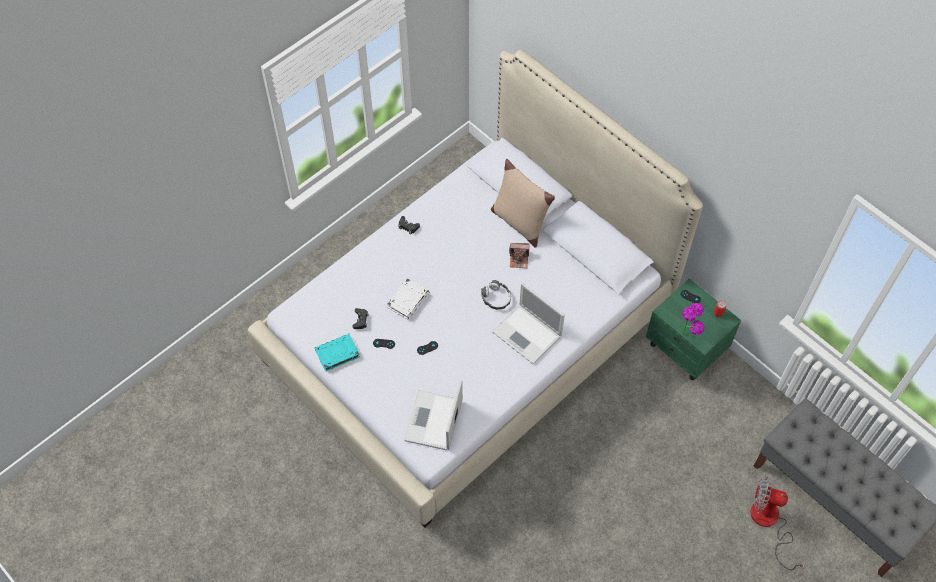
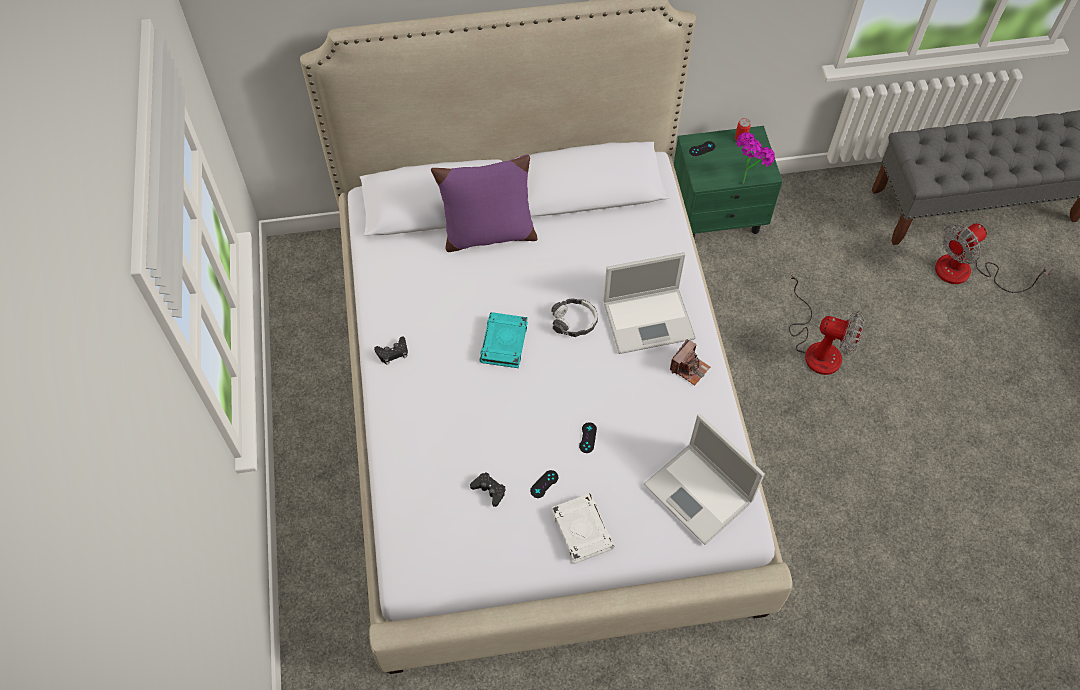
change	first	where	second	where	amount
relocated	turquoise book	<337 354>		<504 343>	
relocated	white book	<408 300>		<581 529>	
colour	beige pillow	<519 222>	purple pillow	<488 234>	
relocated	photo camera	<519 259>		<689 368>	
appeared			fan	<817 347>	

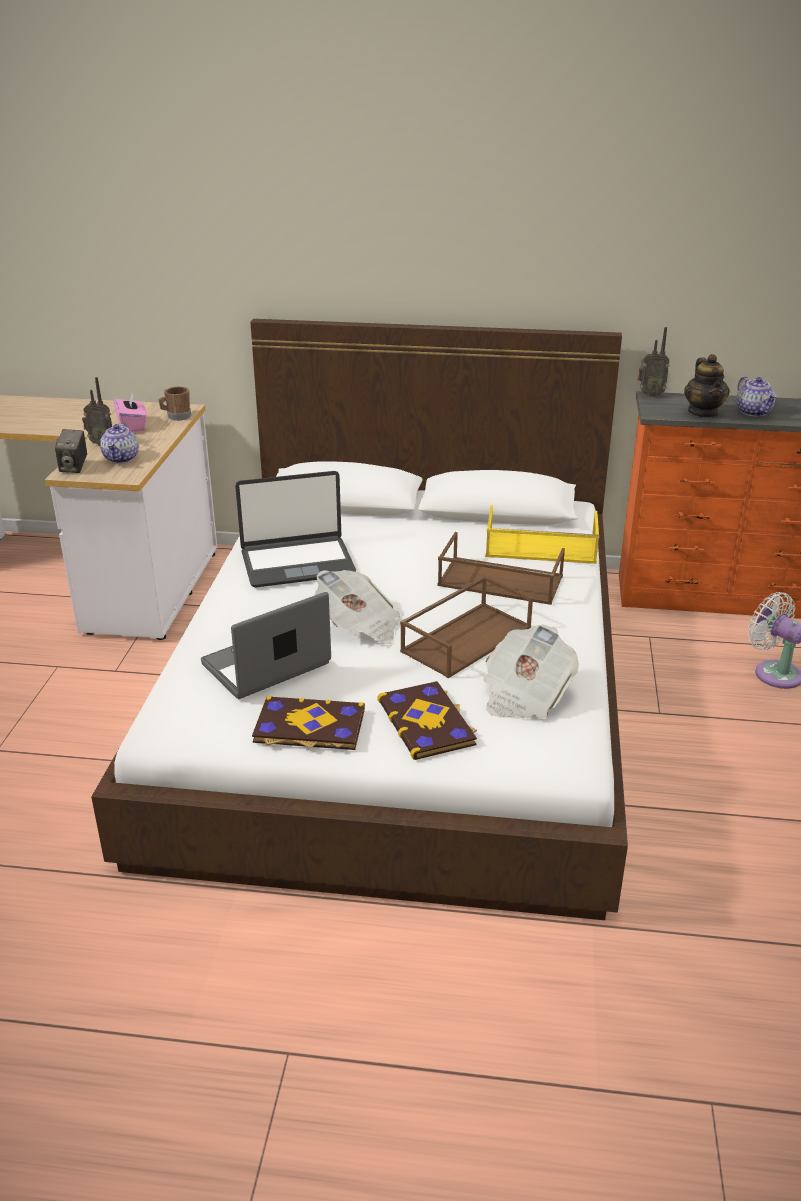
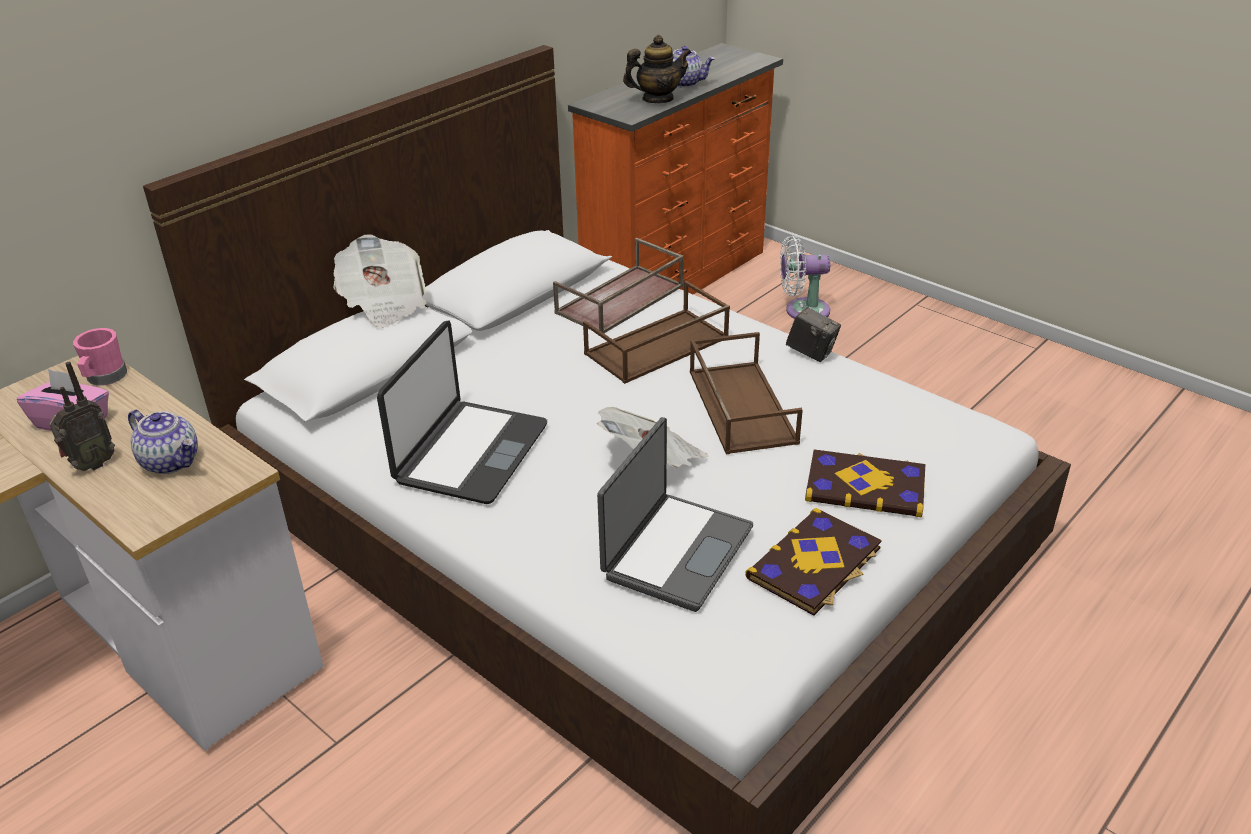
change	first	where	second	where	amount
relocated	photo camera	<74 468>		<811 353>	
colour	brown mug	<176 417>	pink mug	<104 378>	
spun	laptop	<267 666>		<675 551>	150 degrees counterclockwise
relocated	newspaper	<524 695>		<383 303>	
colour	yellow tray	<539 547>	brown tray	<620 300>	
missing	radio	<649 394>			
spun	teapot	<703 413>		<657 99>	45 degrees counterclockwise

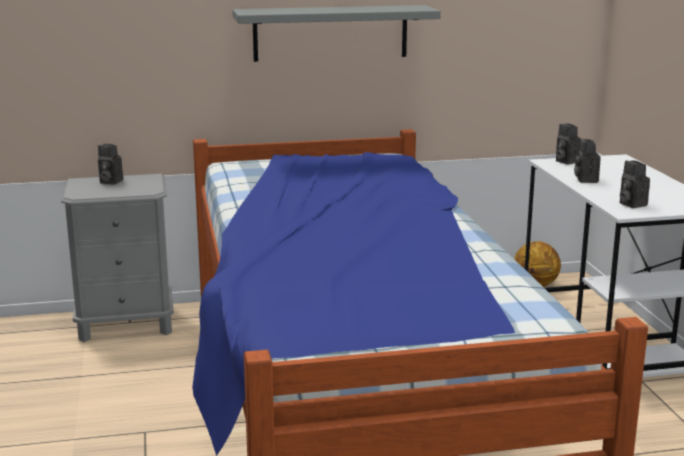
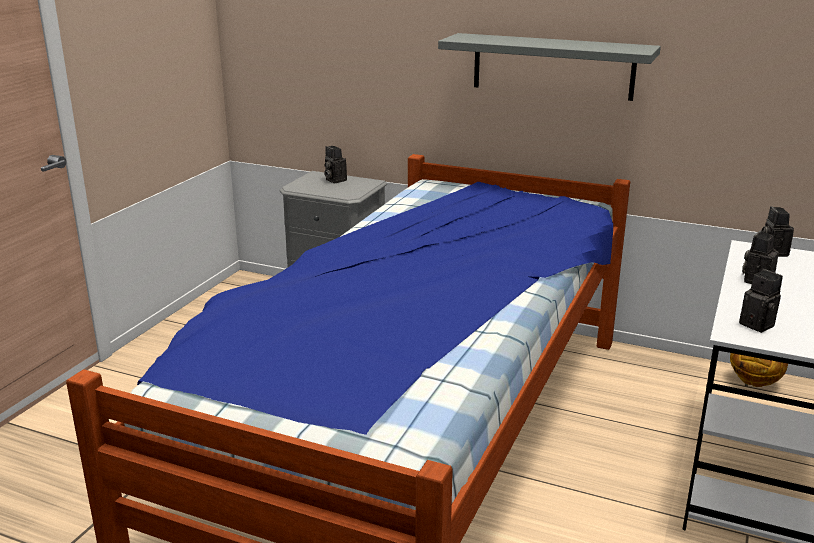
change	first	where	second	where	amount
spun	photo camera	<630 204>		<759 325>	135 degrees clockwise

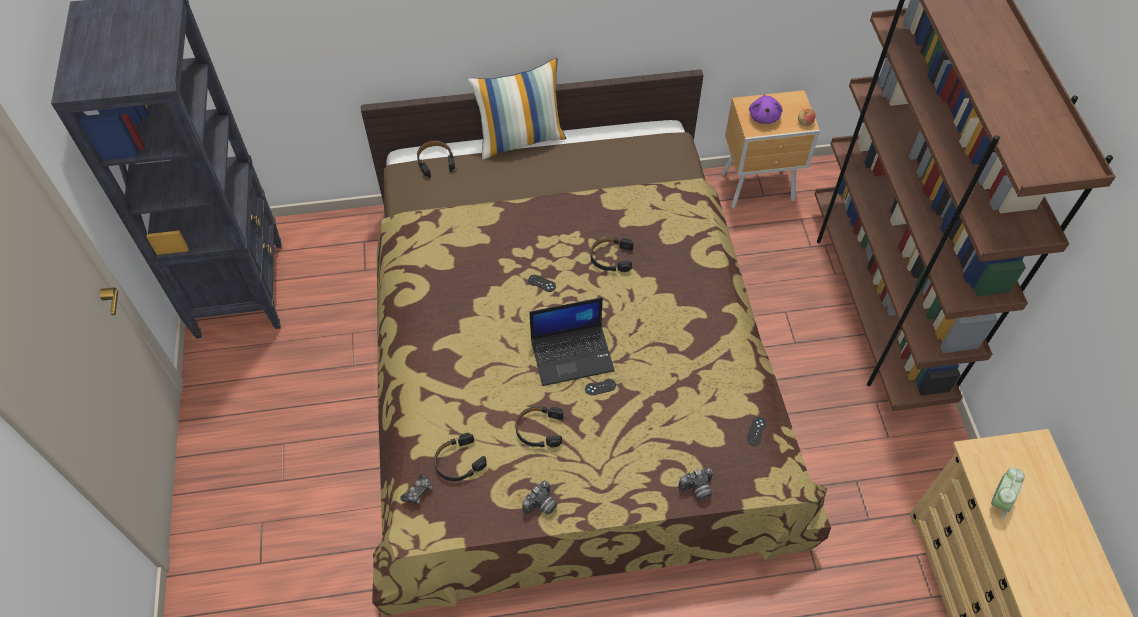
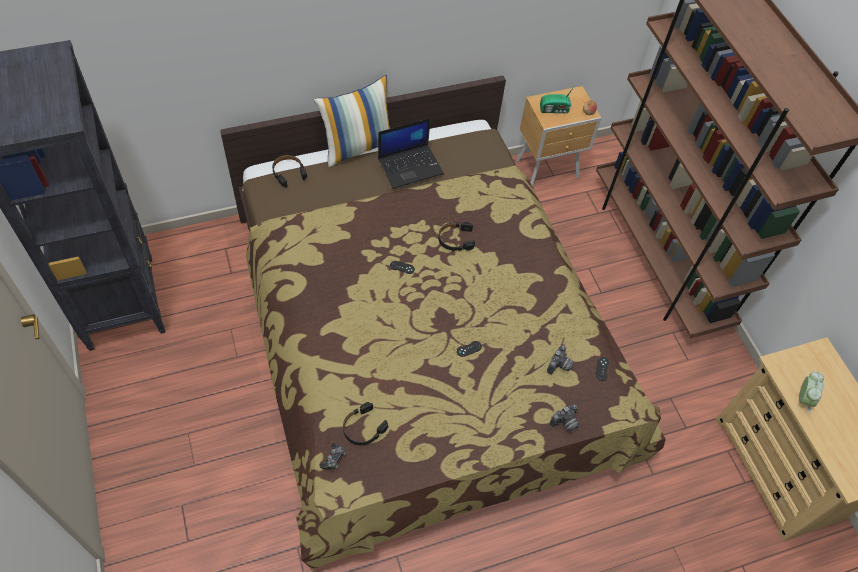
change	first	where	second	where	amount
missing	black headphones	<539 429>			
relocated	photo camera	<541 506>		<560 366>	
relocated	laptop	<572 354>		<410 166>	
exchanged	purple plush toy	<764 116>	radio	<555 110>	

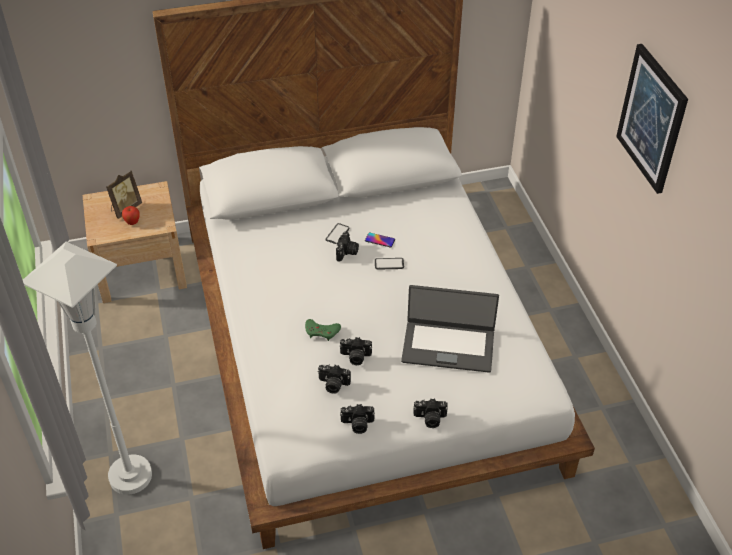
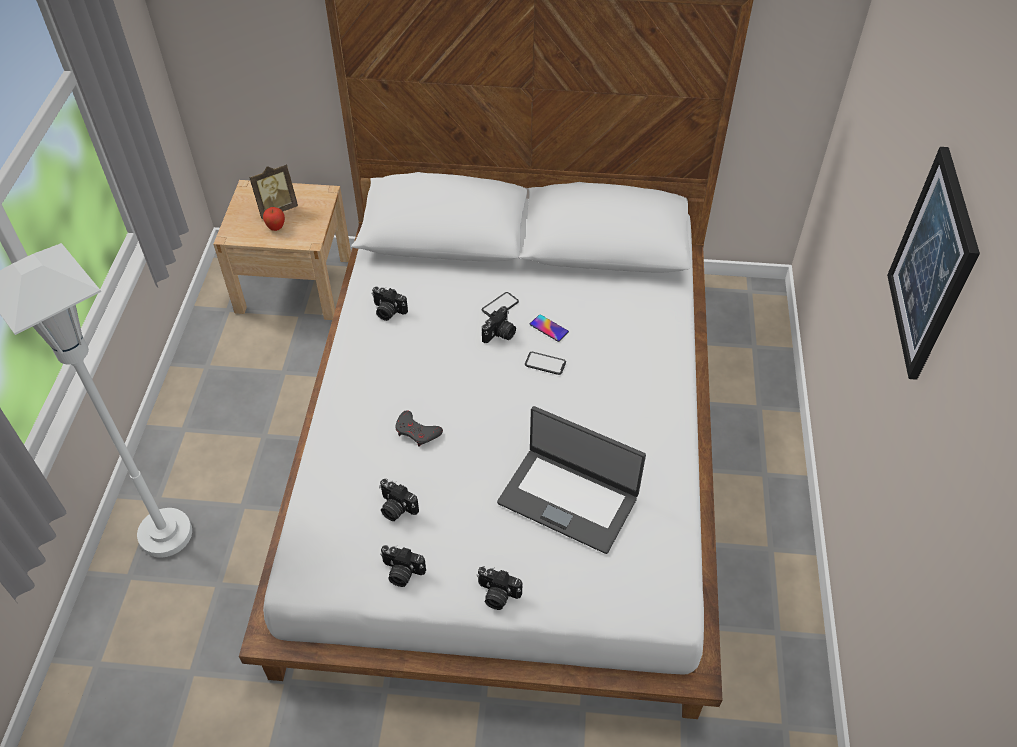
change	first	where	second	where	amount
colour	green game controller	<322 332>	grey game controller	<417 432>	
relocated	photo camera	<355 357>		<388 311>	

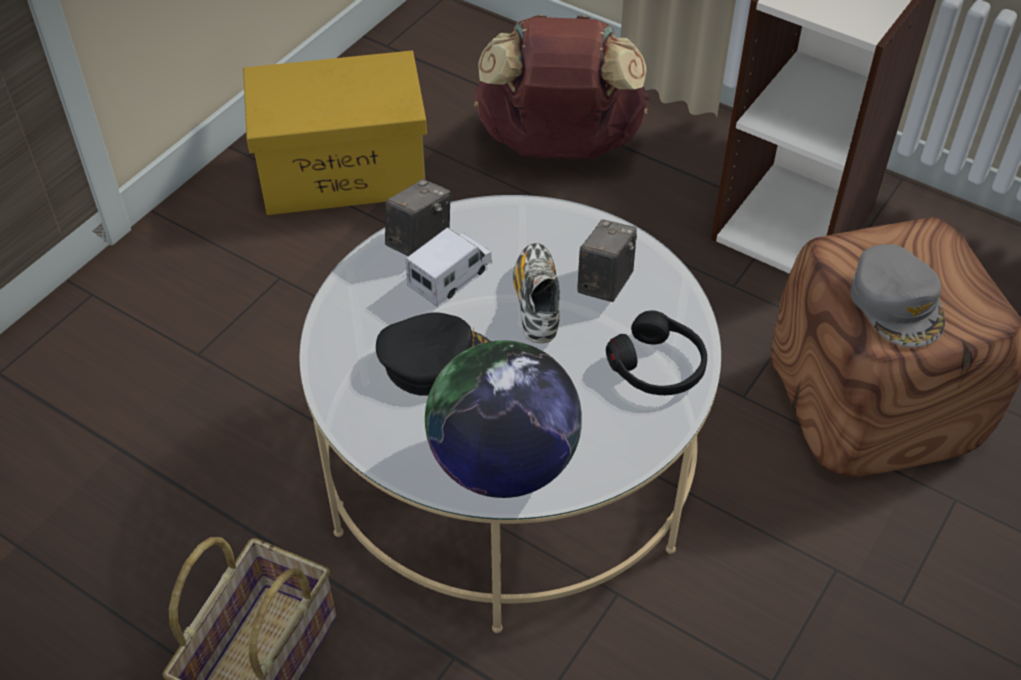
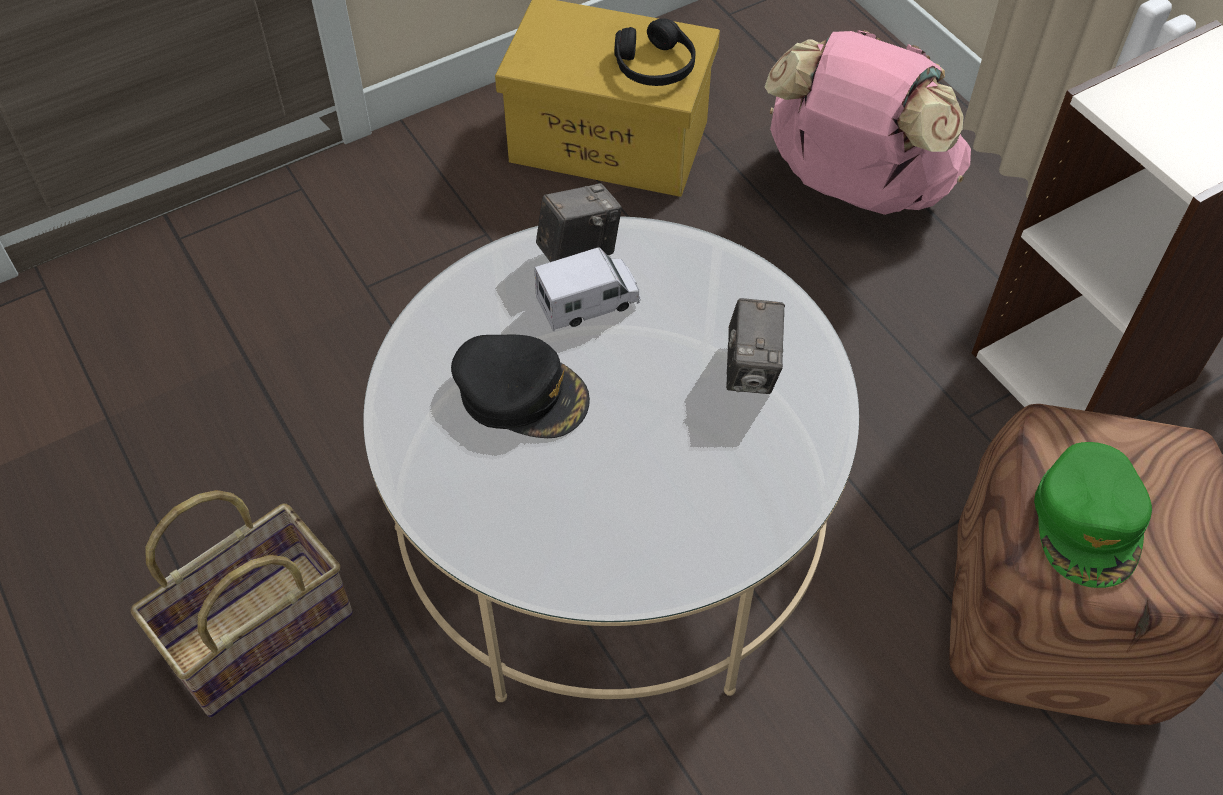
change	first	where	second	where	amount
missing	globe	<503 464>			
colour	brown backpack	<559 147>	pink backpack	<855 187>	
missing	shoe	<537 302>			
spun	photo camera	<605 282>		<751 370>	135 degrees clockwise
relocated	black headphones	<658 366>		<655 66>	
colour	grey cap	<897 303>	green cap	<1089 522>	

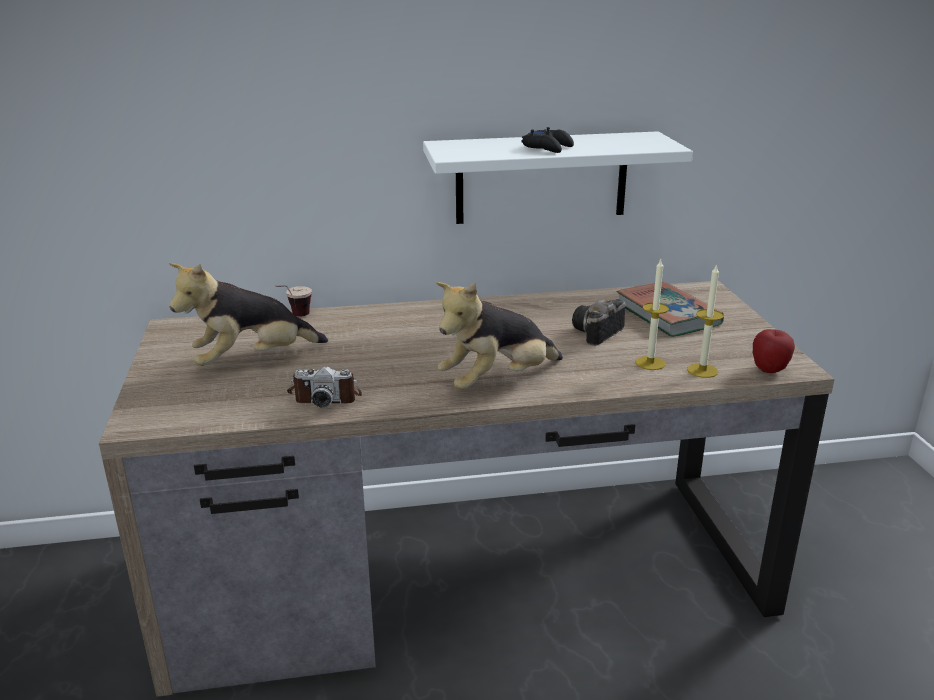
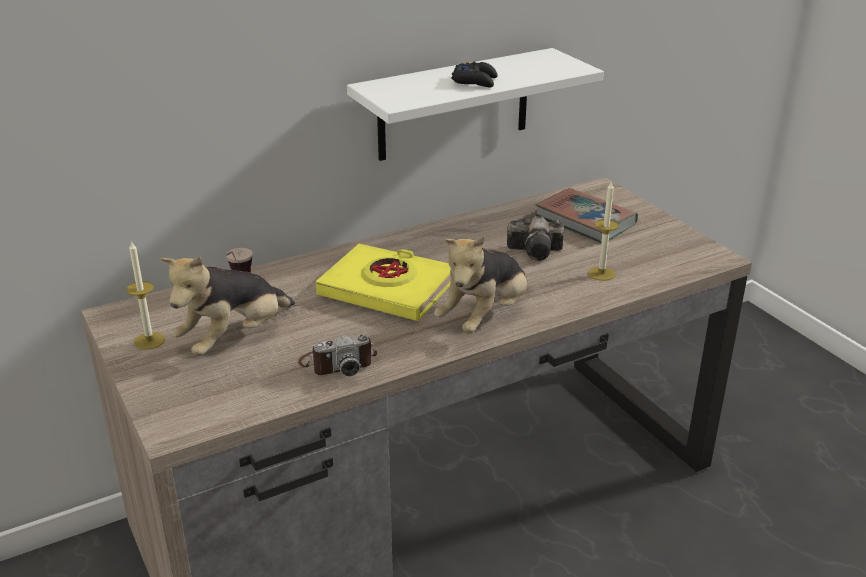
change	first	where	second	where	amount
spun	photo camera	<596 334>		<537 251>	105 degrees counterclockwise
relocated	candle	<702 370>		<149 340>	
missing	apple	<769 370>			
appeared			yellow book	<387 289>	

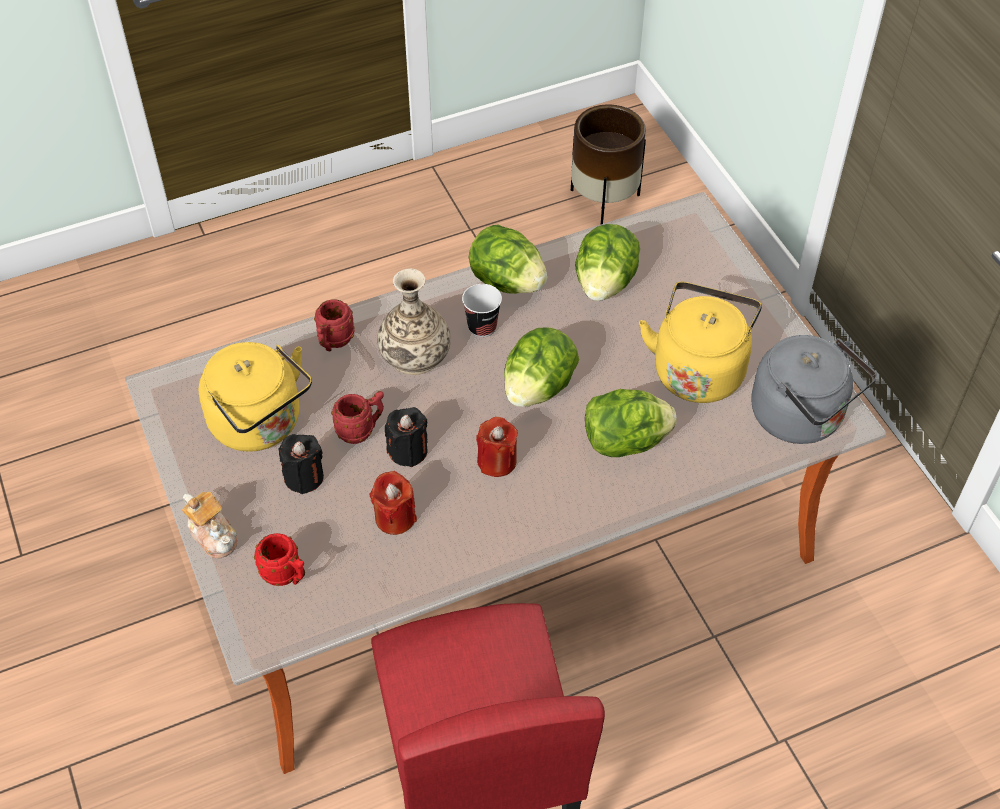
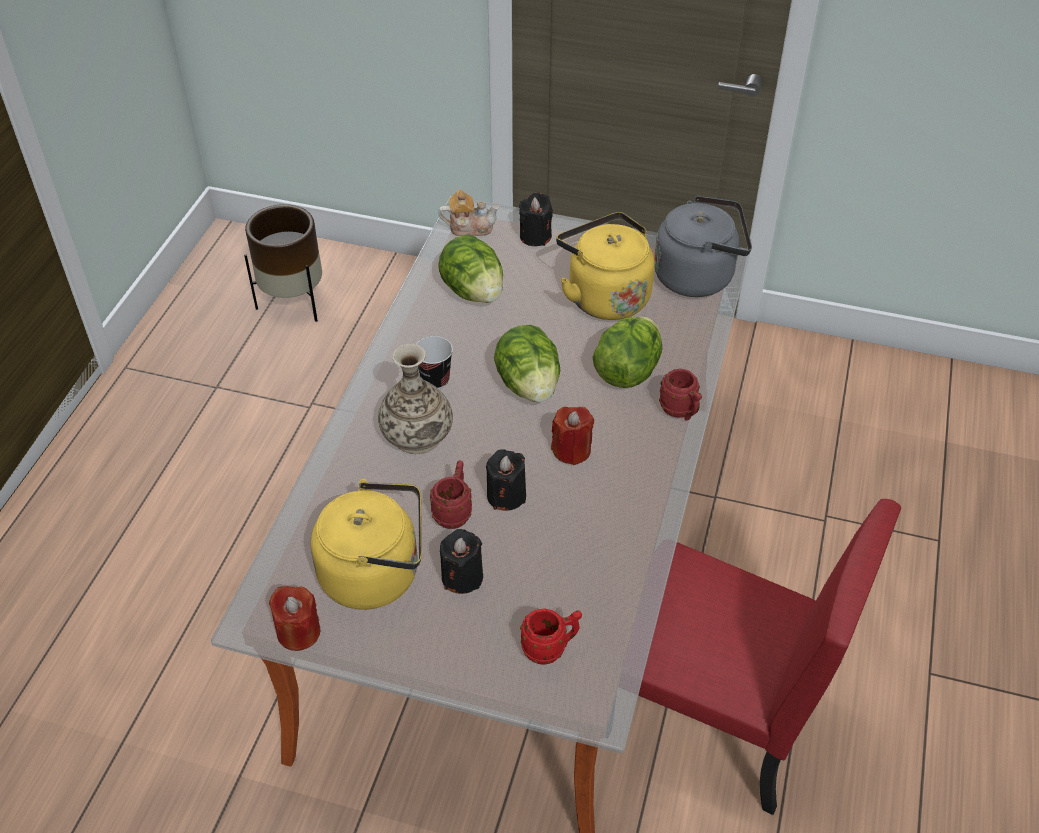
change	first	where	second	where	amount
relocated	teapot	<213 535>		<470 227>	
relocated	red mug	<333 342>		<680 412>	
relocated	red candle	<395 517>		<298 632>	
missing	lettuce	<507 281>			
appeared			black candle	<535 236>	

